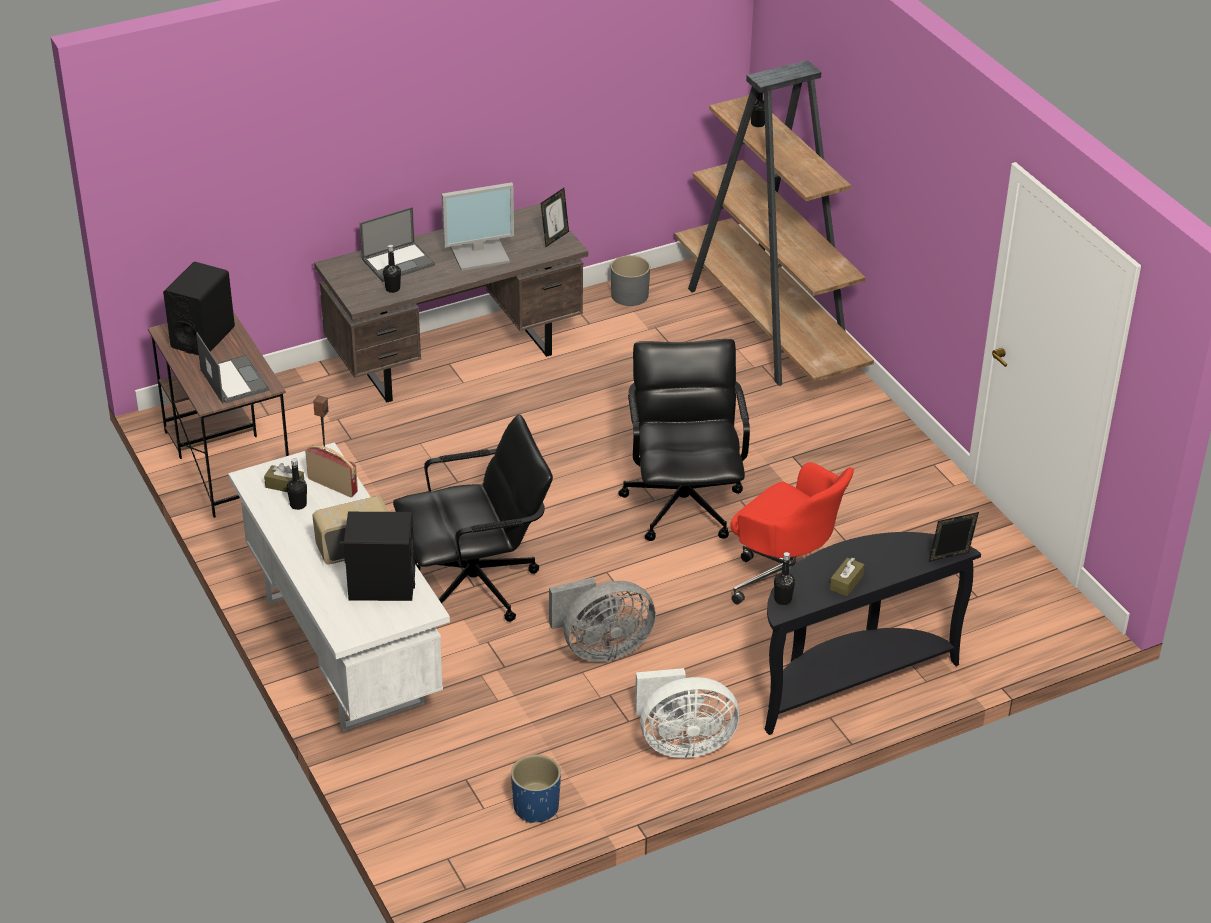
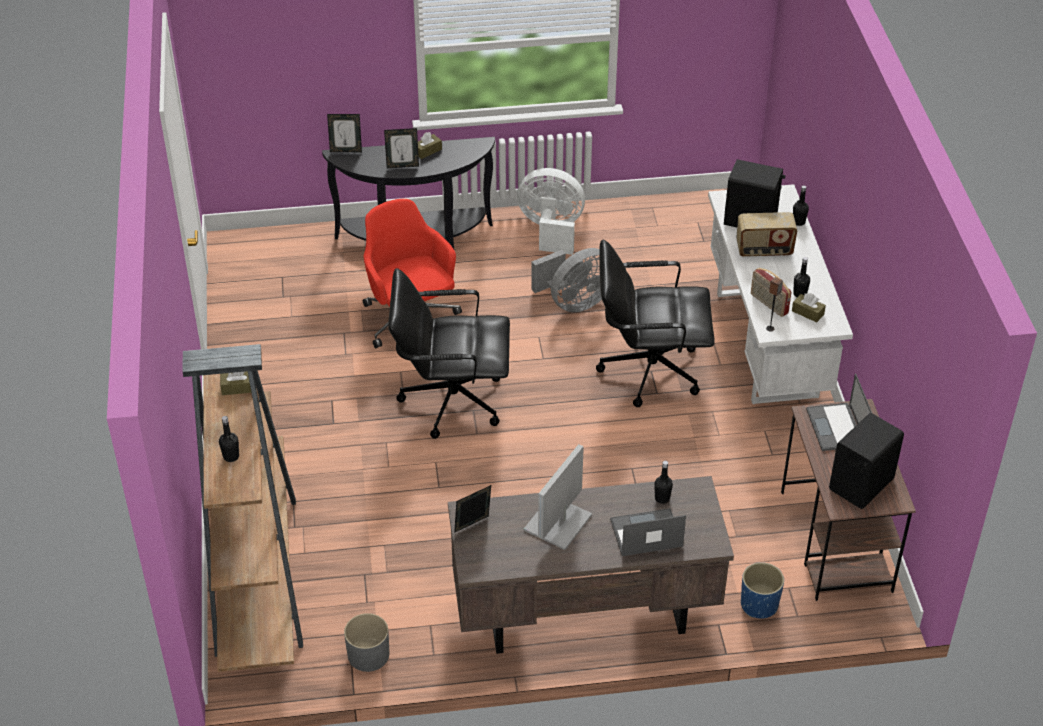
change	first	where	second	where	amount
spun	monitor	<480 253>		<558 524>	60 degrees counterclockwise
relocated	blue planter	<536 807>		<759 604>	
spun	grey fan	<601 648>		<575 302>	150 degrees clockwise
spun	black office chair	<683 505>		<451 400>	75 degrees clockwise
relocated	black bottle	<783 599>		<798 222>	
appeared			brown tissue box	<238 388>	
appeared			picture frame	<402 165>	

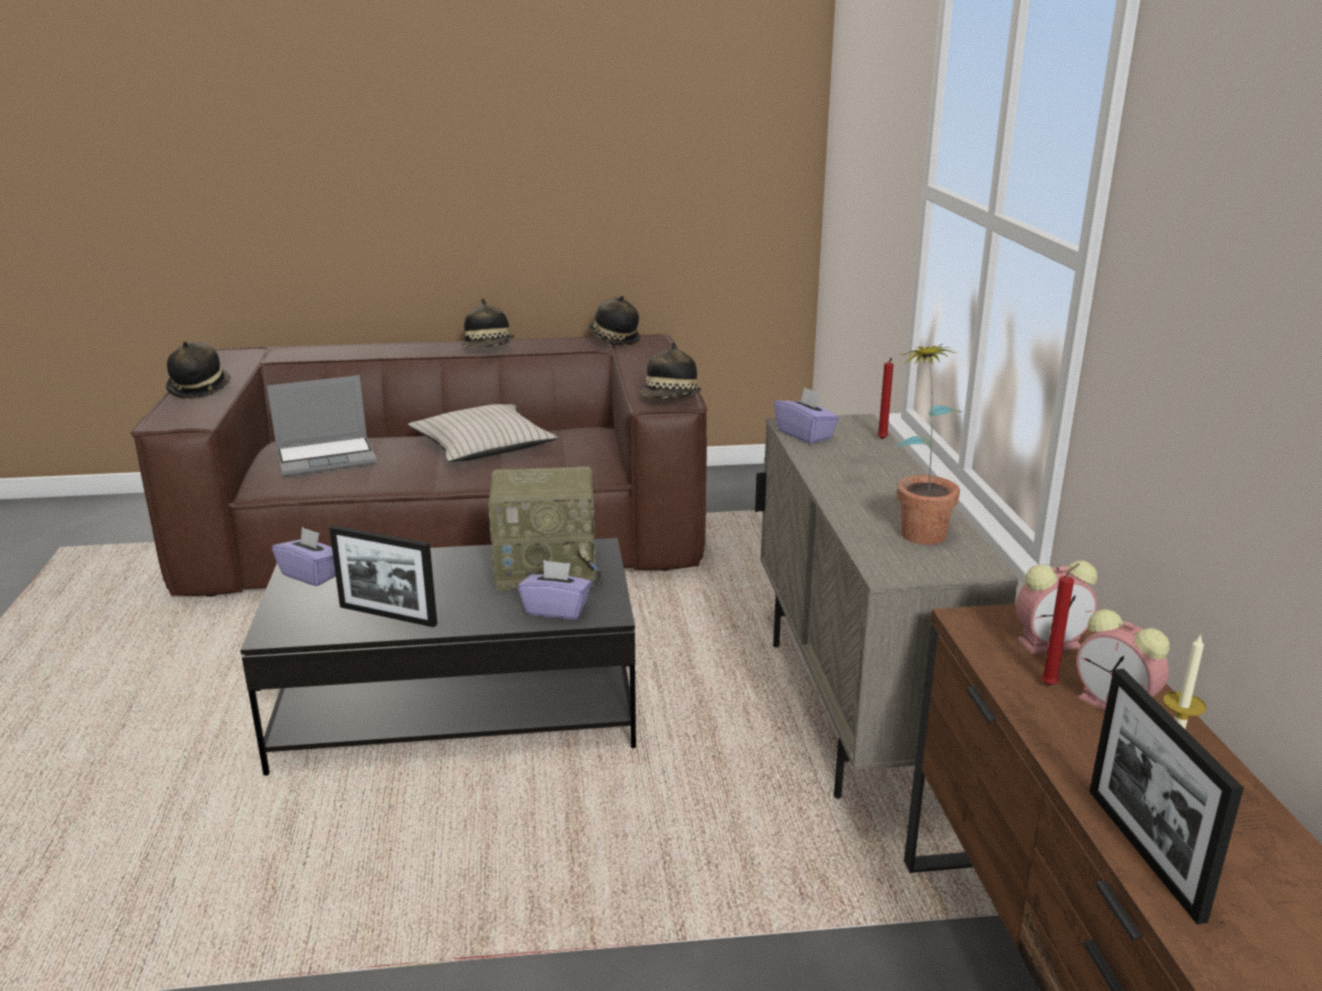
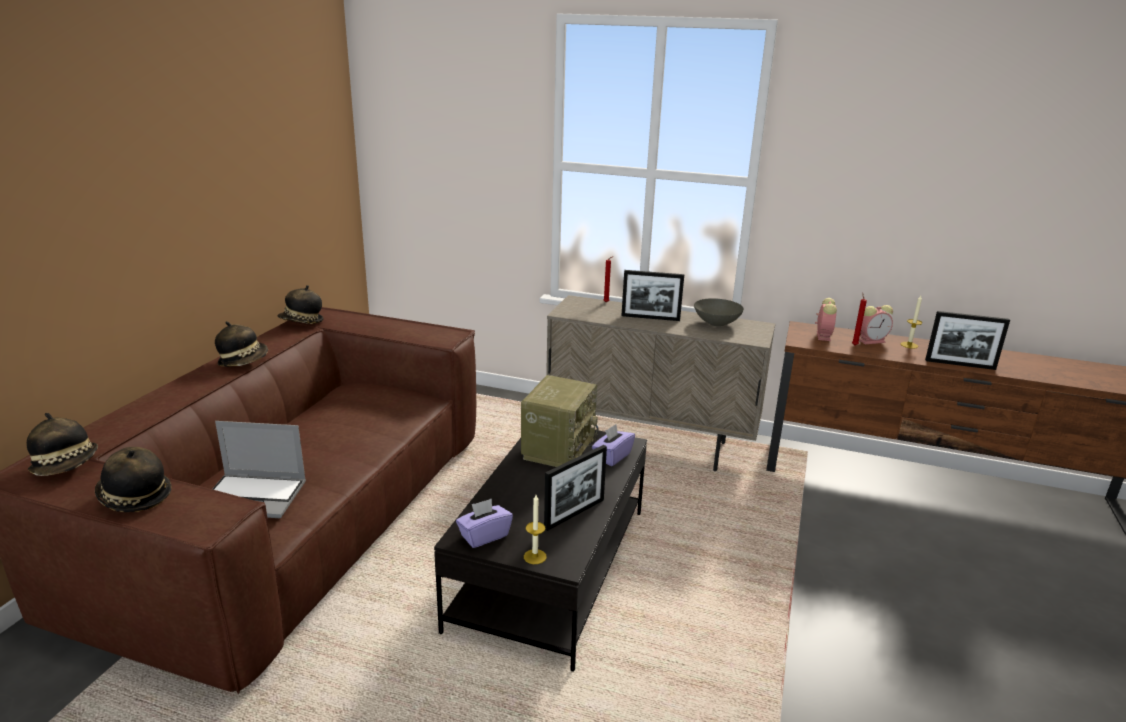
change	first	where	second	where	amount
spun	laptop	<327 458>		<255 497>	90 degrees clockwise
missing	beige pillow	<483 447>			
relocated	hat	<671 399>		<67 466>	
missing	purple tissue box	<805 435>			
exchanged	potted plant	<919 528>	grey bowl	<716 324>	
appeared			candle	<535 556>	
appeared			picture frame	<650 318>	

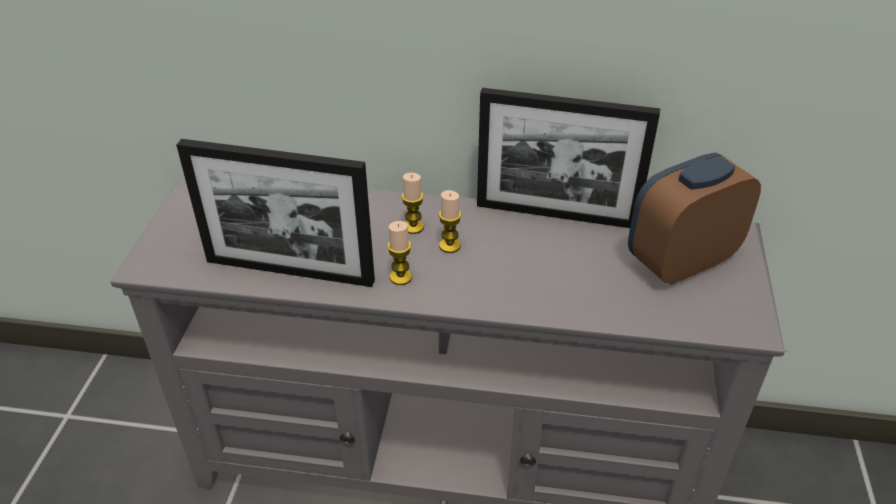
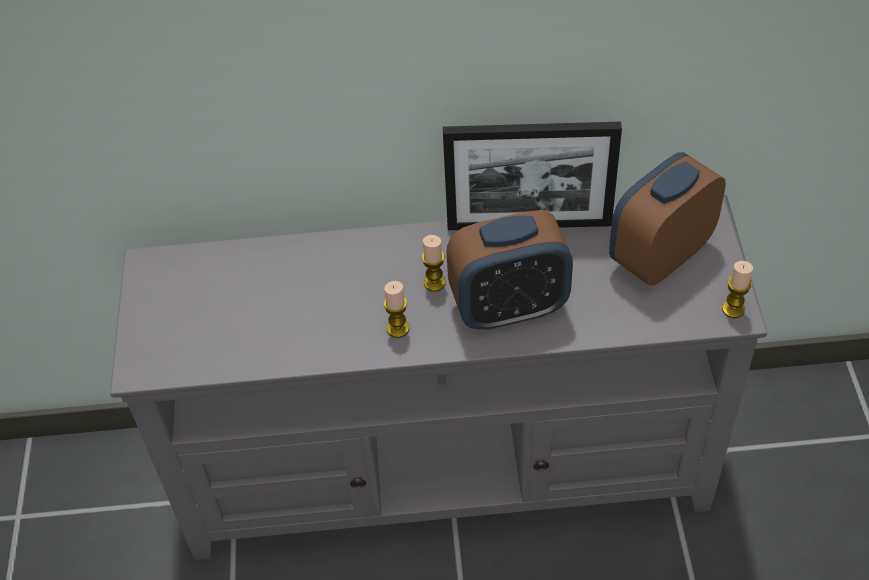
change	first	where	second	where	amount
missing	picture frame	<289 271>			
relocated	candle	<413 227>		<733 309>	
appeared			alarm clock	<509 308>	

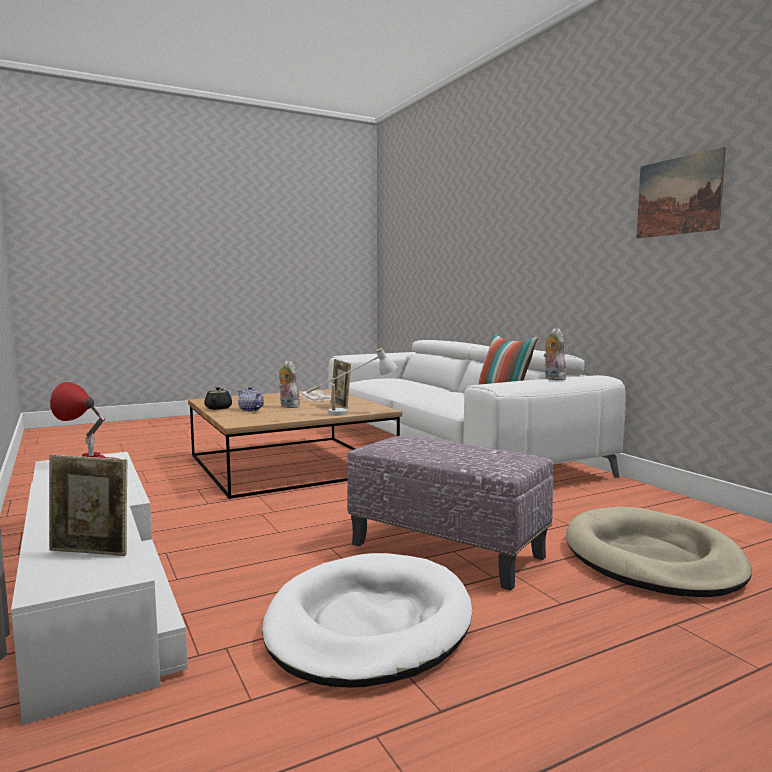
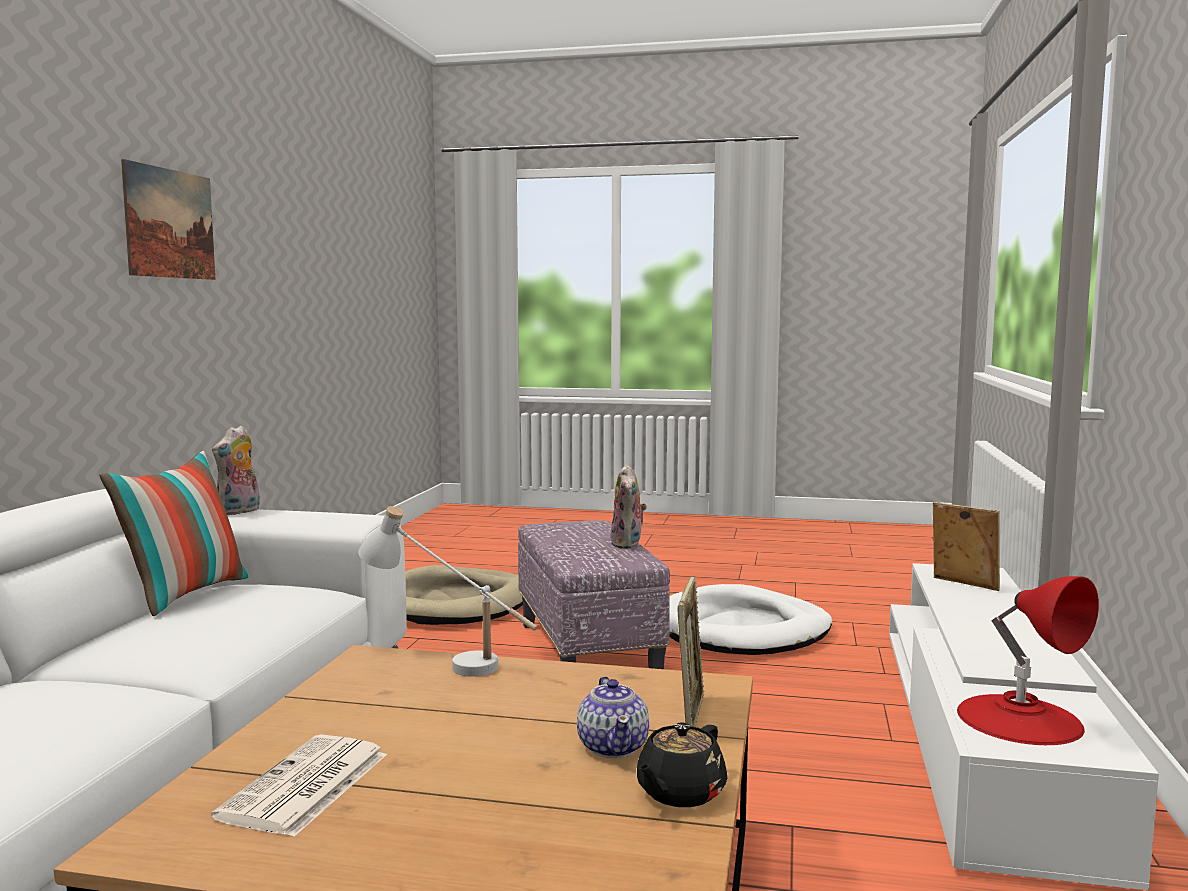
change	first	where	second	where	amount
relocated	plush toy	<288 406>		<628 544>	
relocated	picture frame	<340 406>		<691 715>	

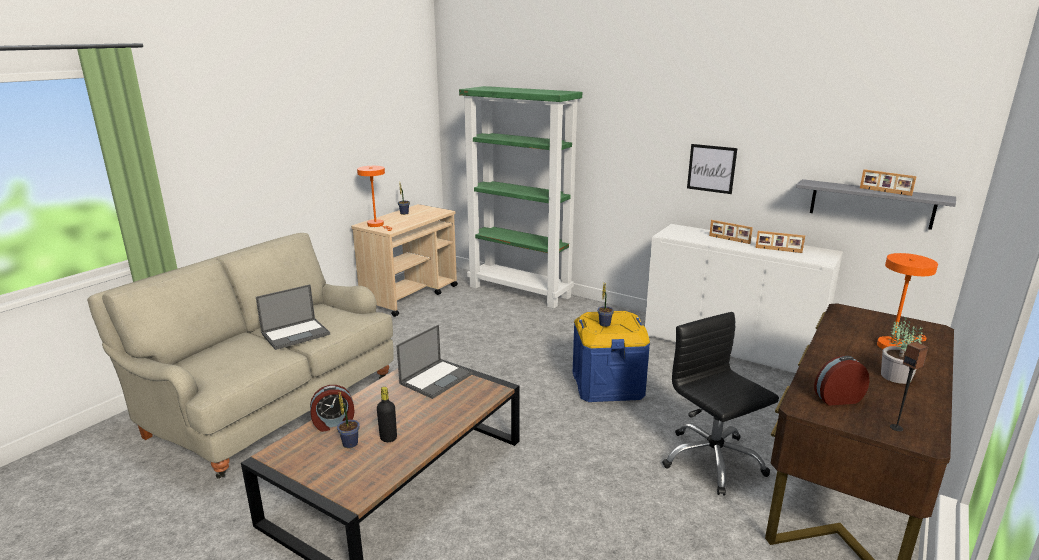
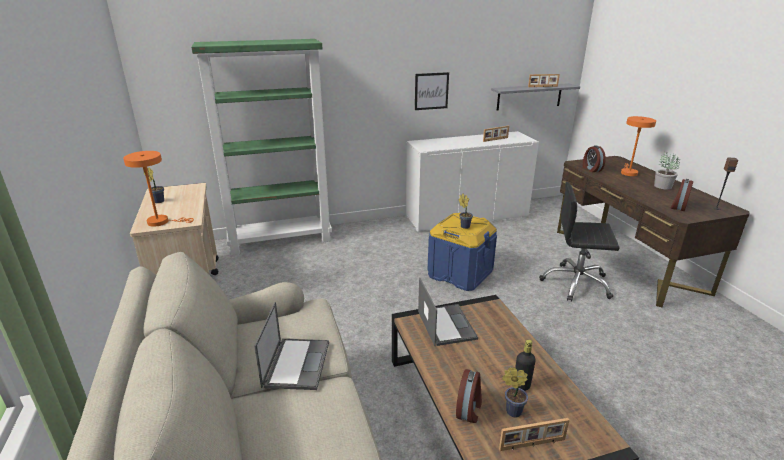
change	first	where	second	where	amount
relocated	picture frame	<729 240>		<532 445>	
appeared			alarm clock	<591 169>	

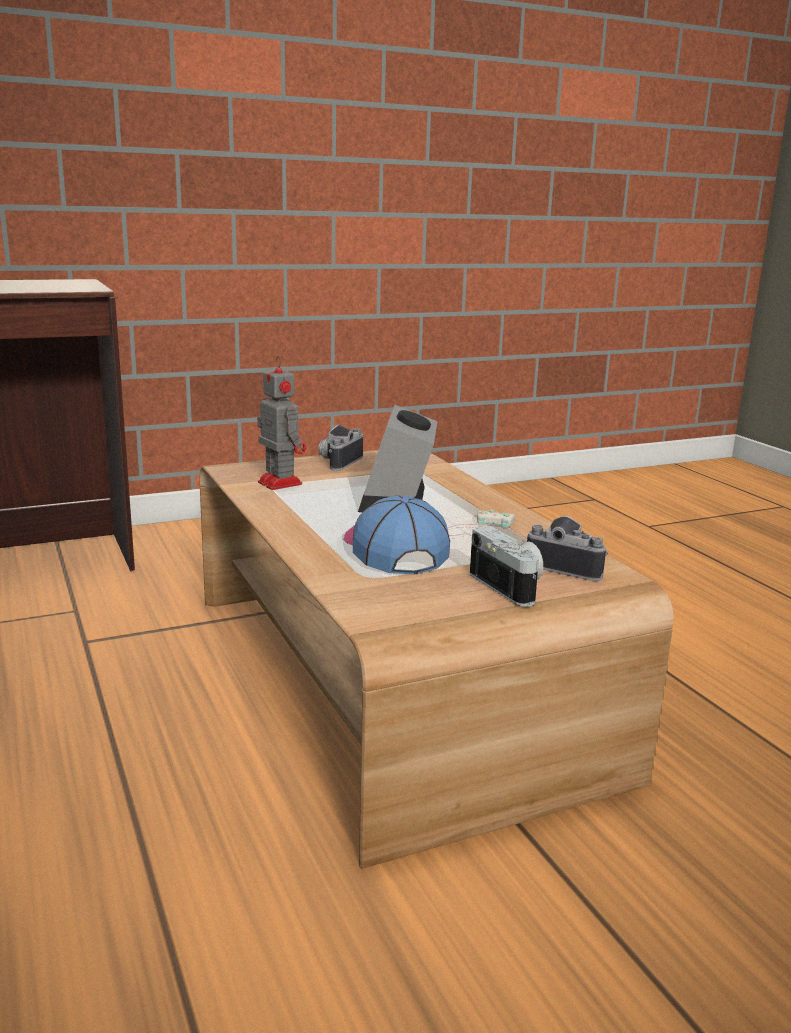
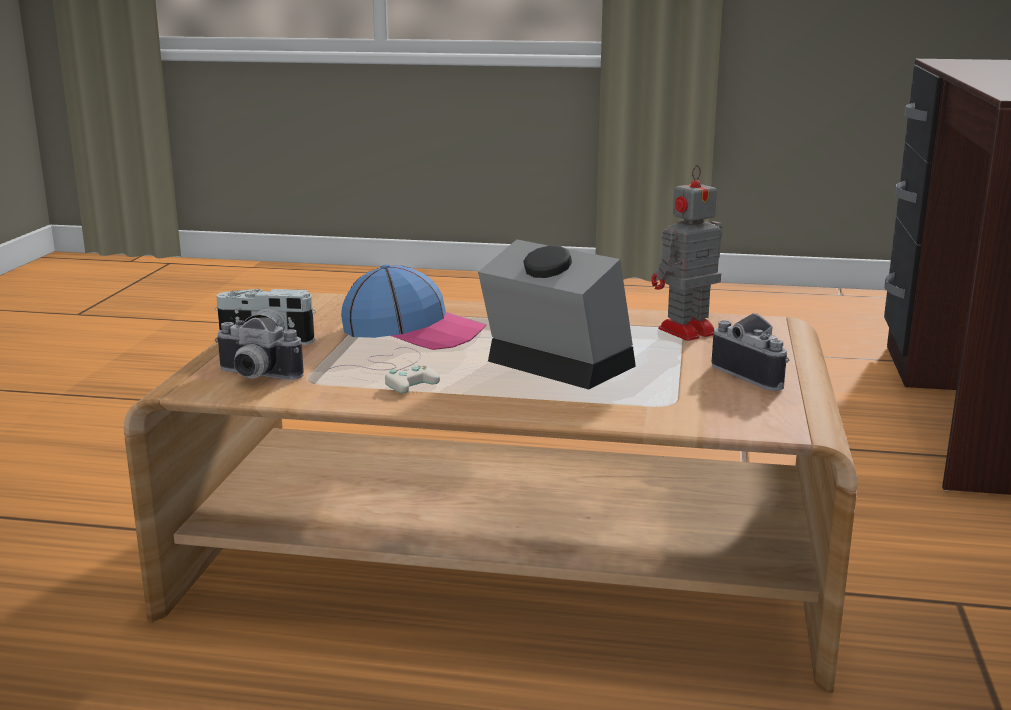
change	first	where	second	where	amount
spun	toy robot	<278 482>		<684 332>	150 degrees clockwise
spun	photo camera	<567 566>		<254 376>	45 degrees clockwise

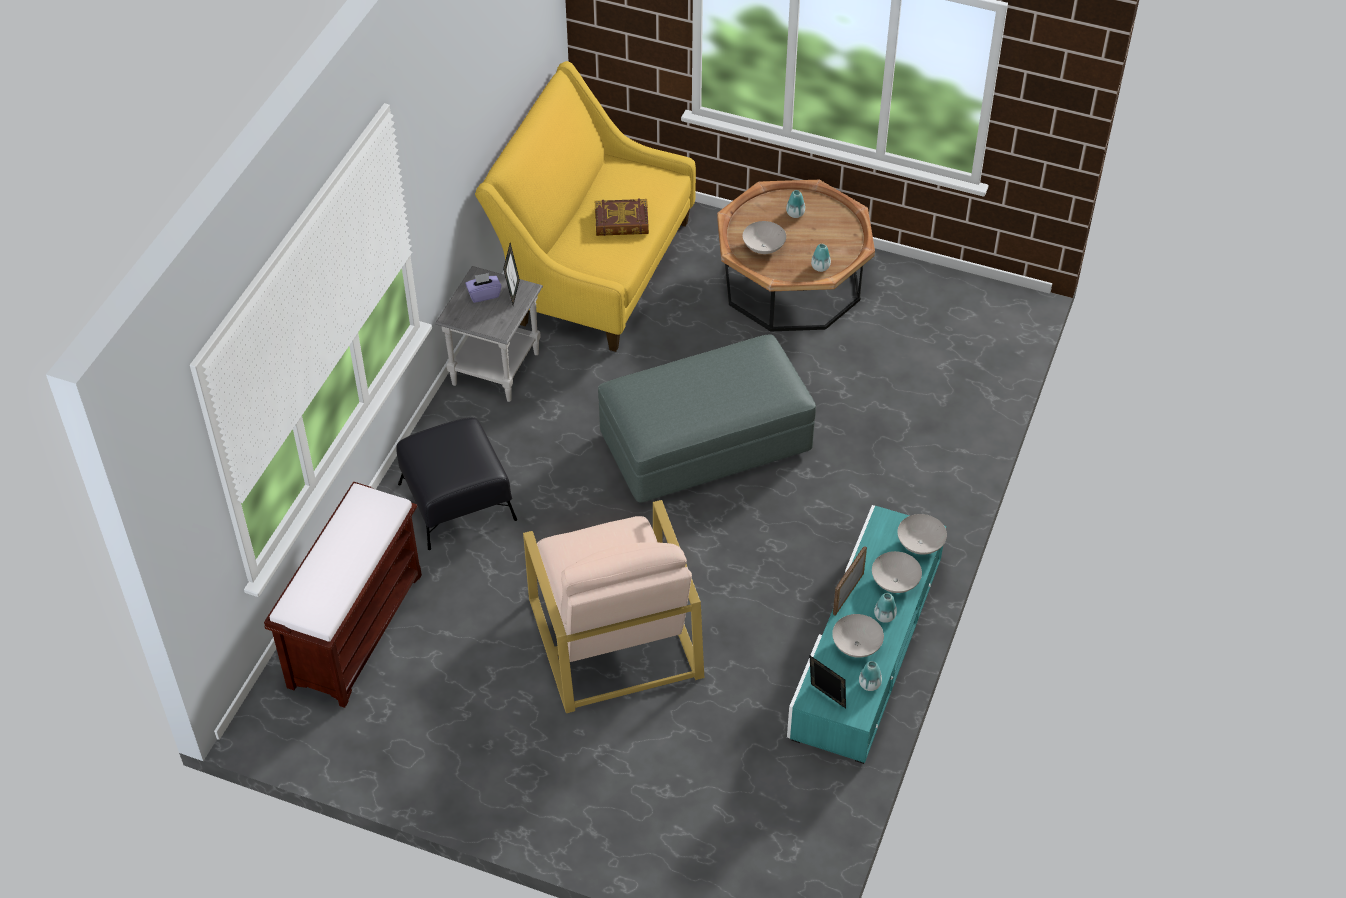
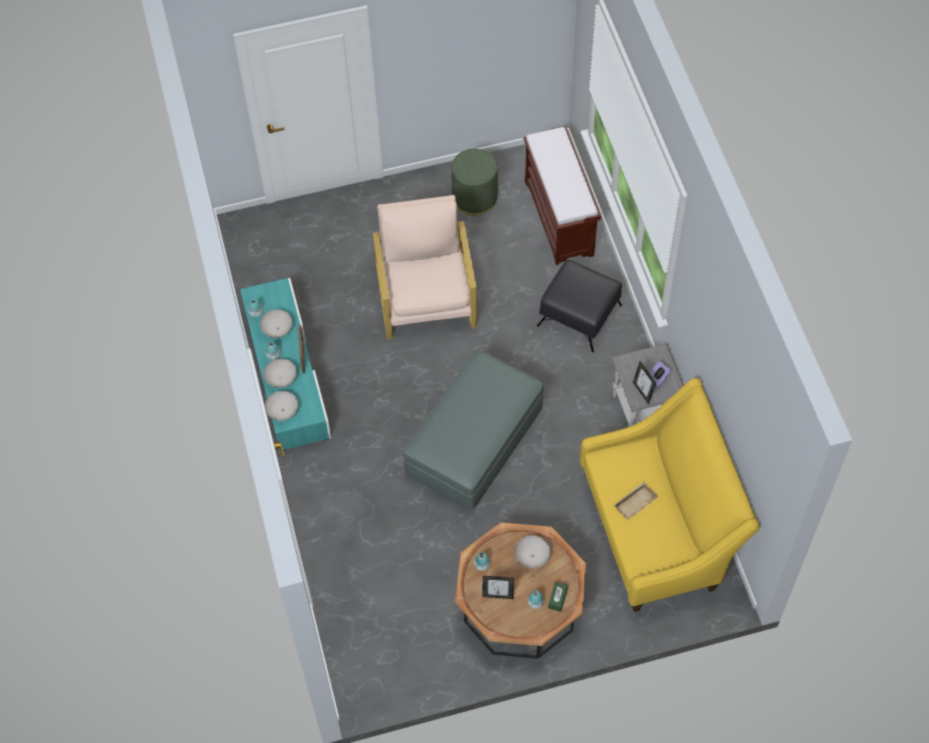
change	first	where	second	where	amount
spun	beige armchair	<614 635>		<426 296>	45 degrees clockwise
exchanged	book	<621 222>	beige tray	<635 502>	
relocated	picture frame	<826 698>		<498 595>	
appeared			green ottoman	<475 197>	
appeared			green tissue box	<557 598>	

